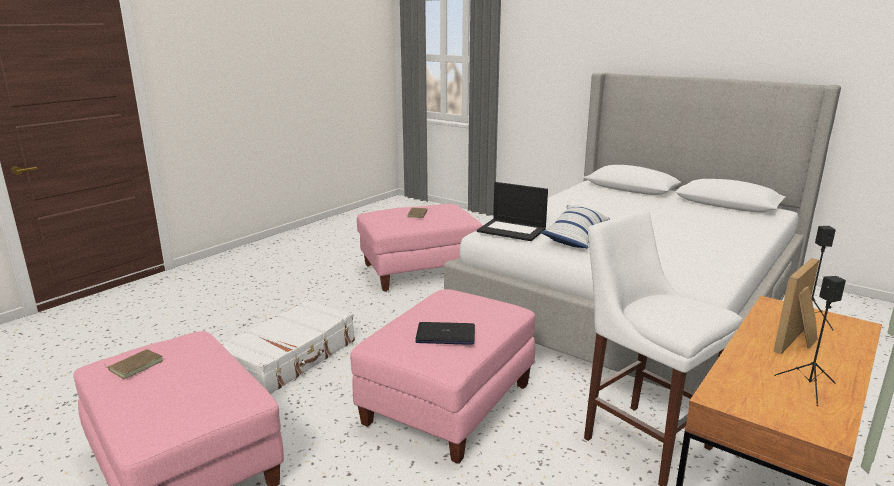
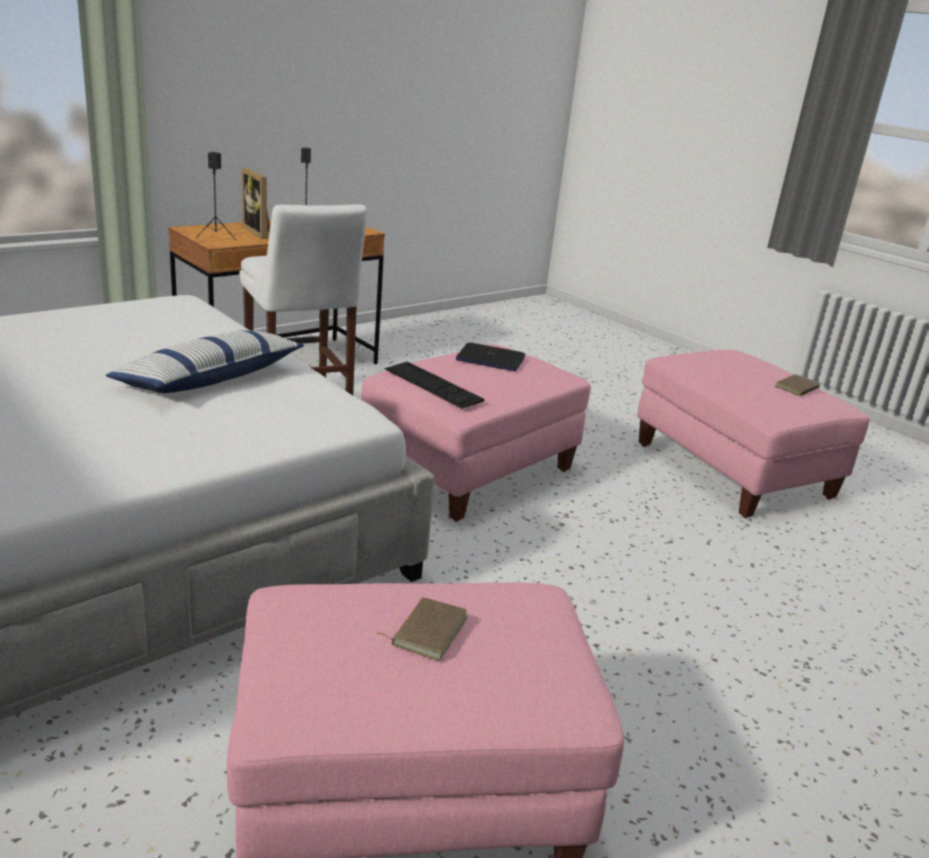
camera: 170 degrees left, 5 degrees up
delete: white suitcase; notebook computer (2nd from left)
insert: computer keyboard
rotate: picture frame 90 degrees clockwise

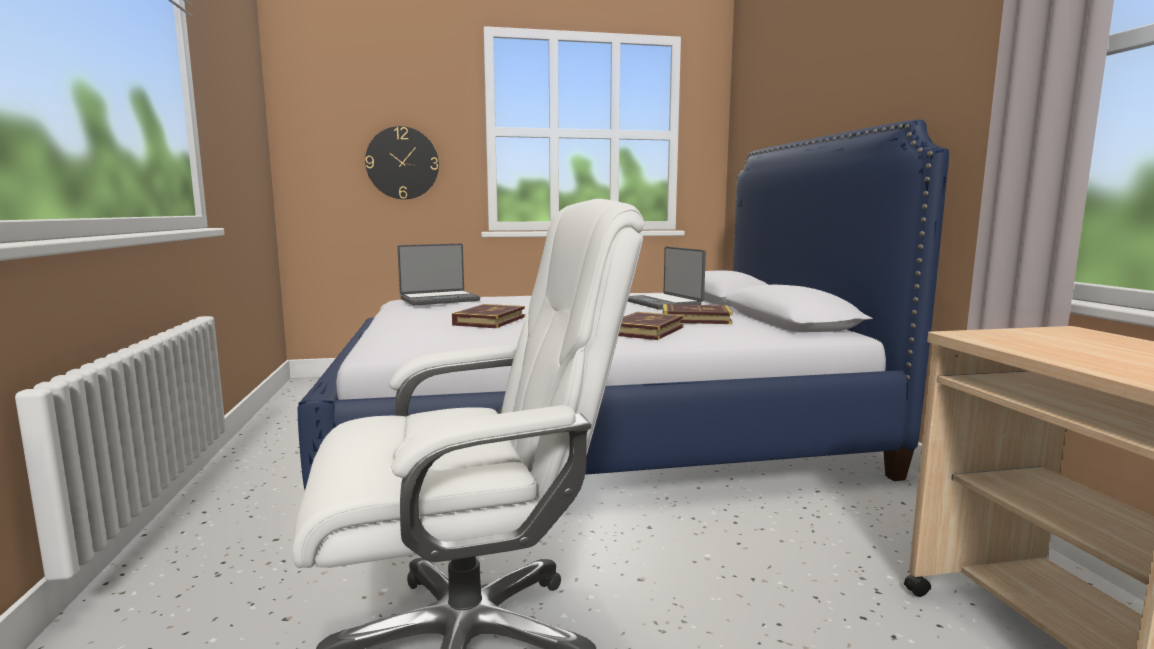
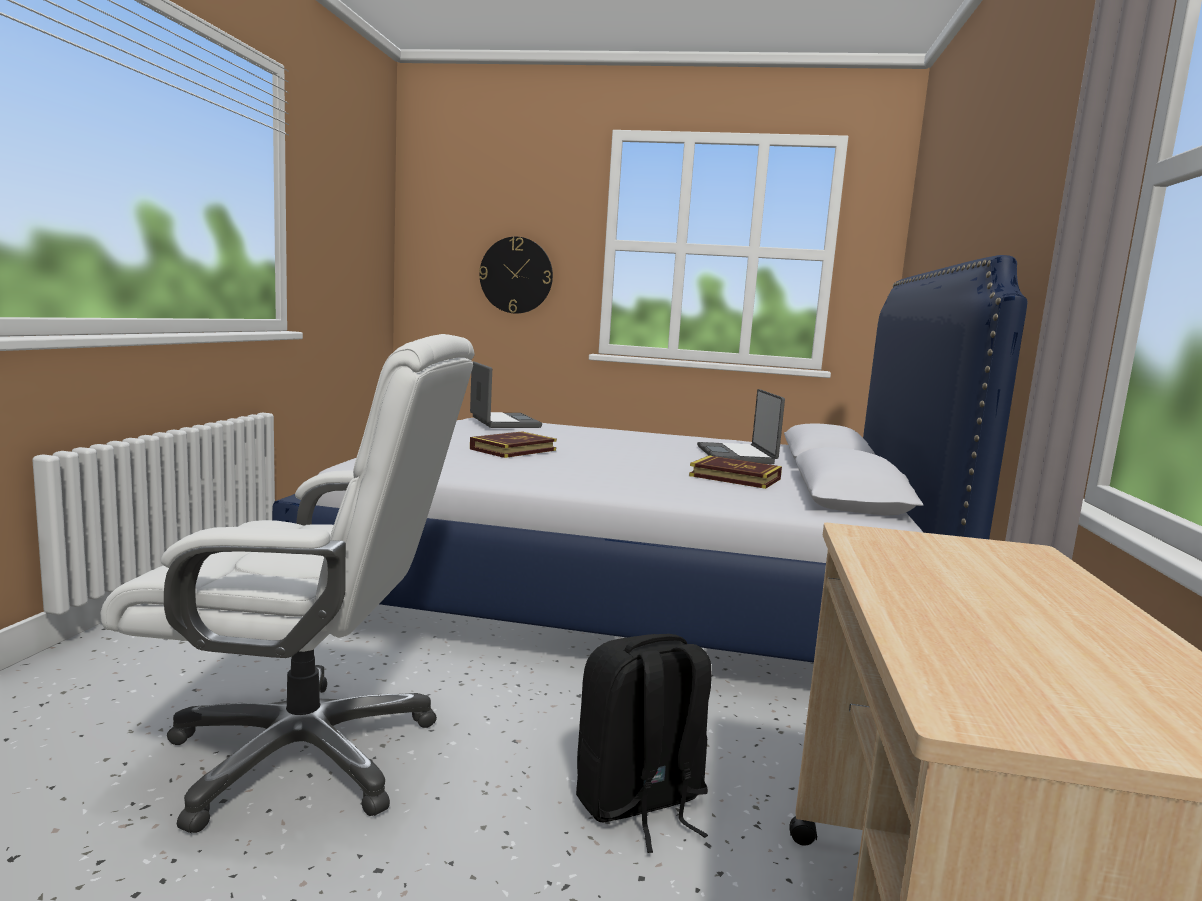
camera: 20 degrees right, 0 degrees up
delete: bound book (2nd from left)
insert: black-coloured knapsack
rotate: notebook computer (1st from left) 105 degrees counterclockwise

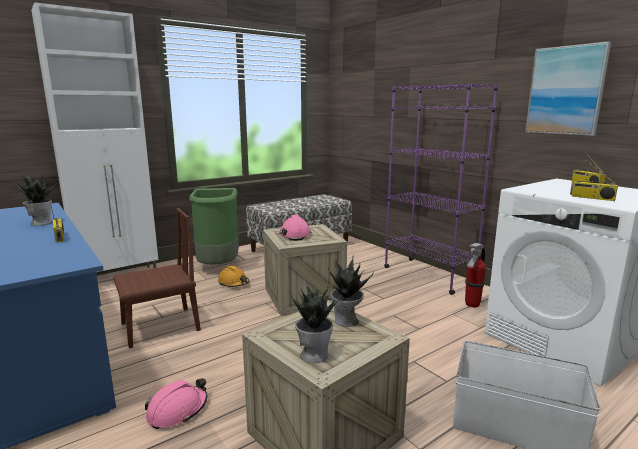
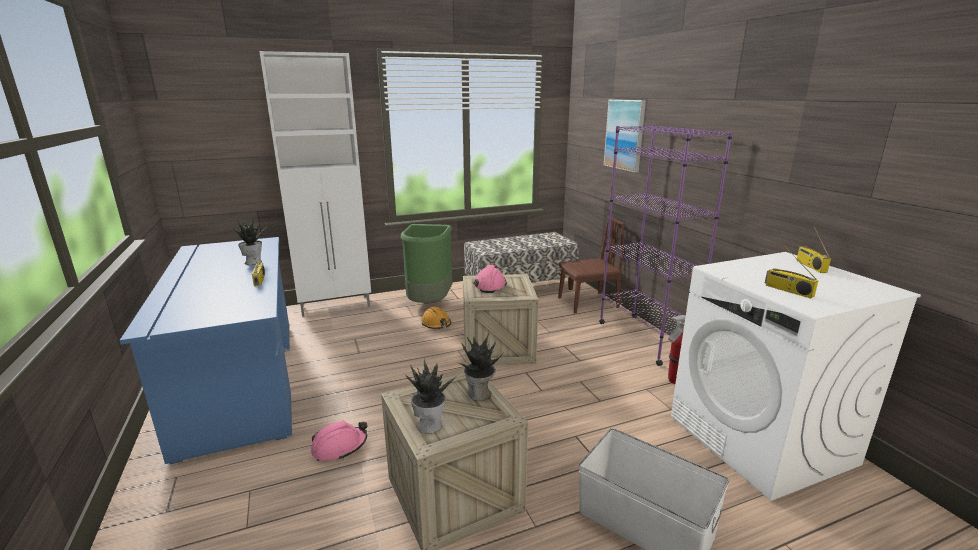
camera: 15 degrees right, 5 degrees up
move: brown upright chair; wall picture

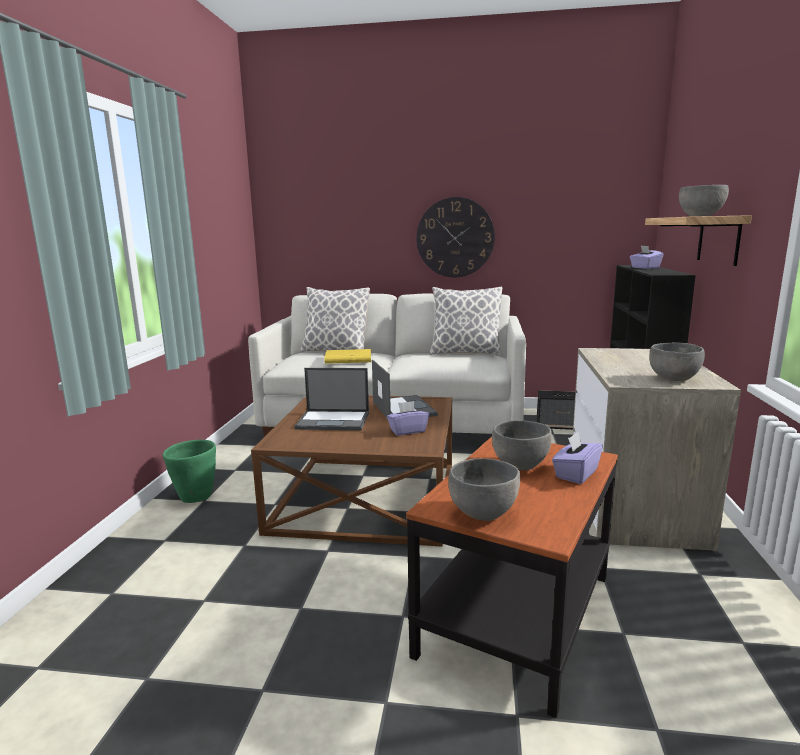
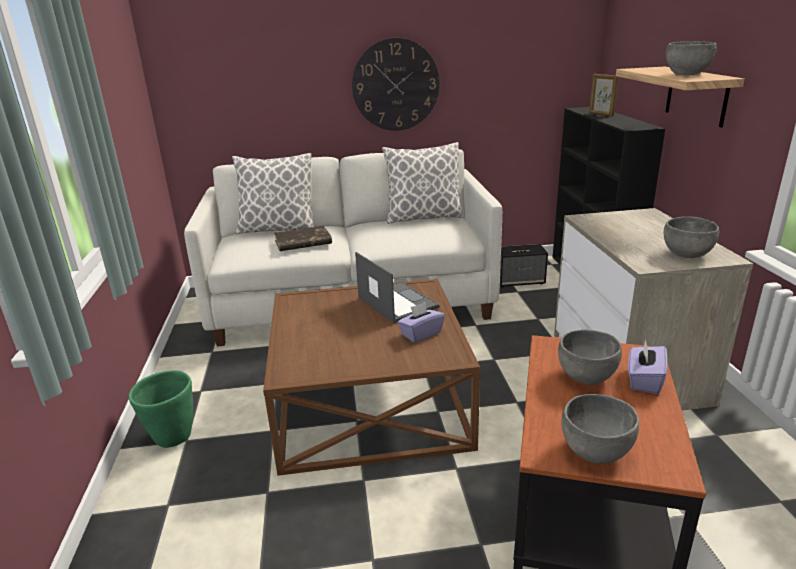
camera: 15 degrees left, 10 degrees up
delete: notebook computer (1st from left)
replace: purple tissue holder (3rd from left) to picture frame
recolor: yellow-coloured bound book to brown bound book

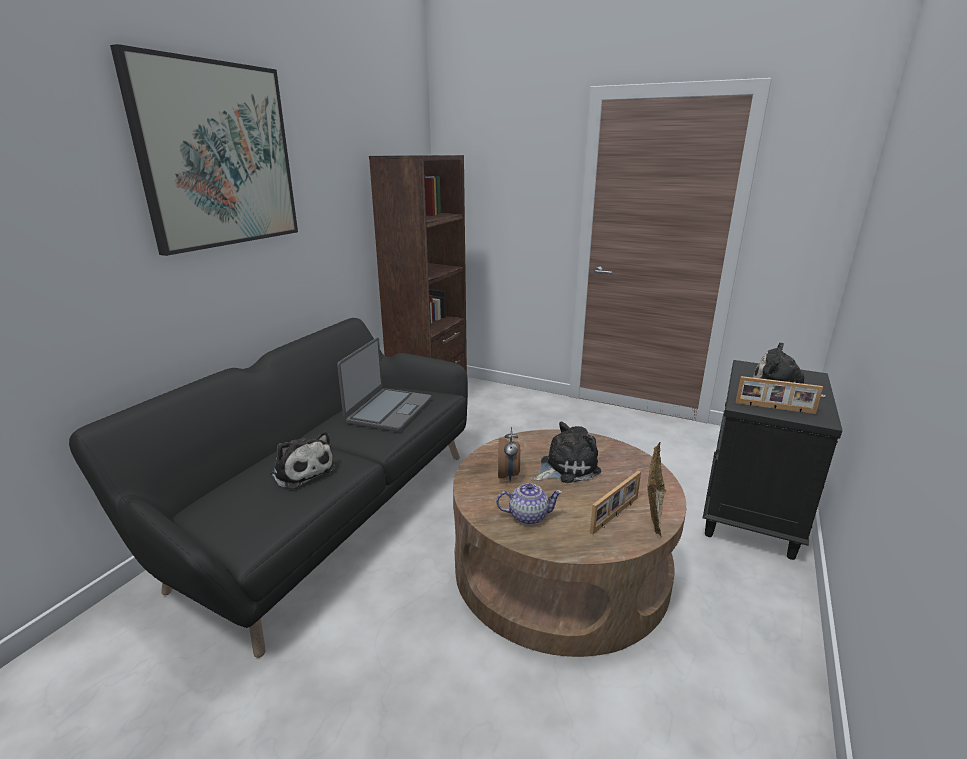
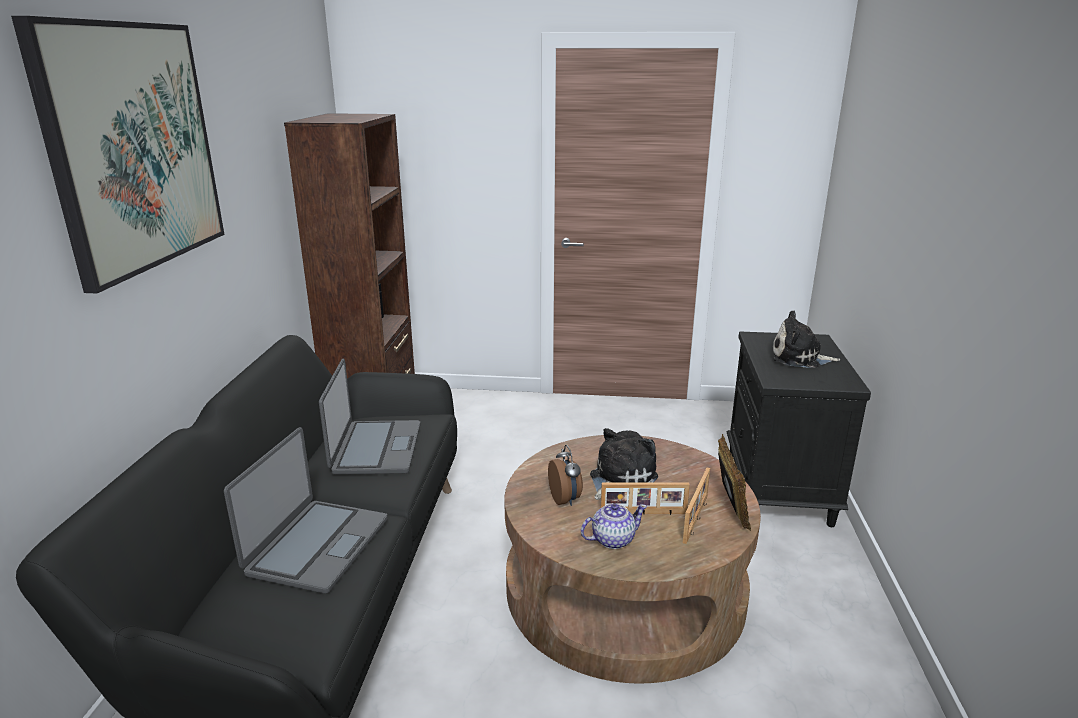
camera: 20 degrees left, 0 degrees up
move: picture frame (3rd from left in the first image) to picture frame (1st from left)
replace: soft toy (1st from left) to notebook computer (1st from left)

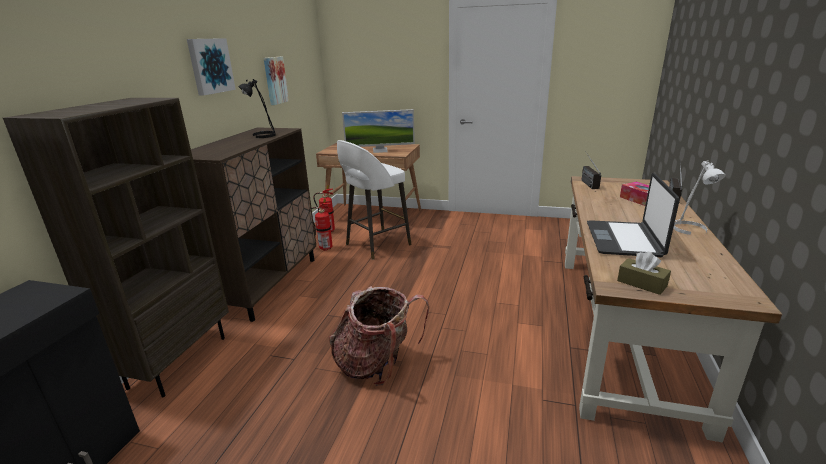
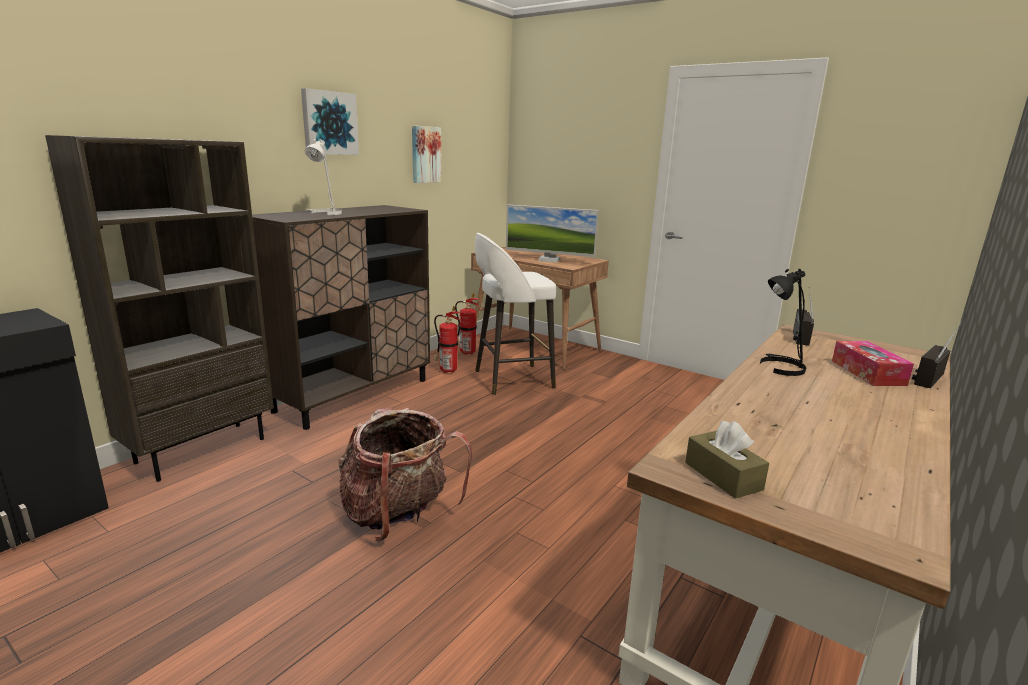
camera: 20 degrees right, 5 degrees down
delete: notebook computer
move: white table lamp; black-coloured table lamp

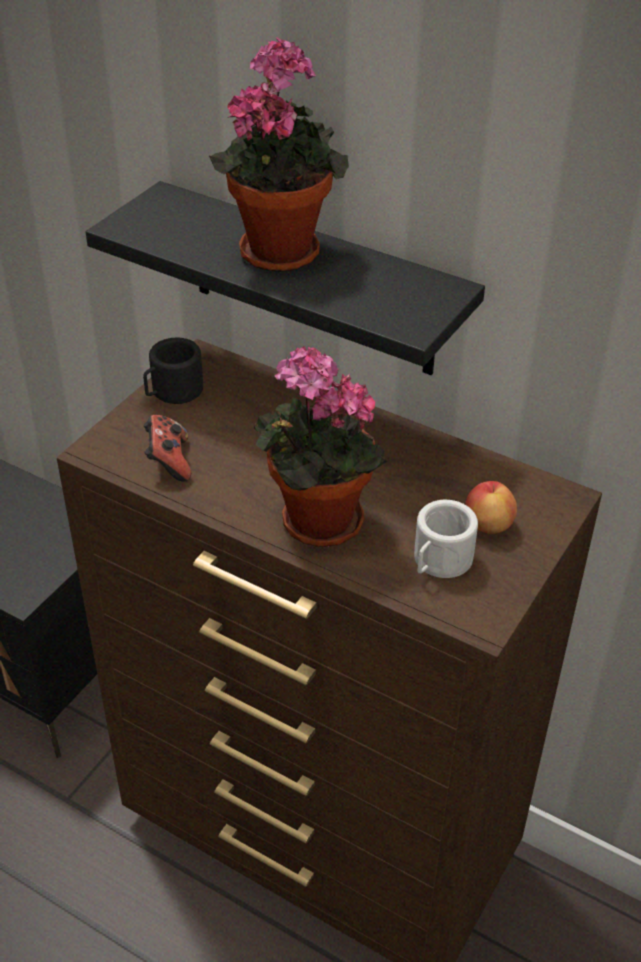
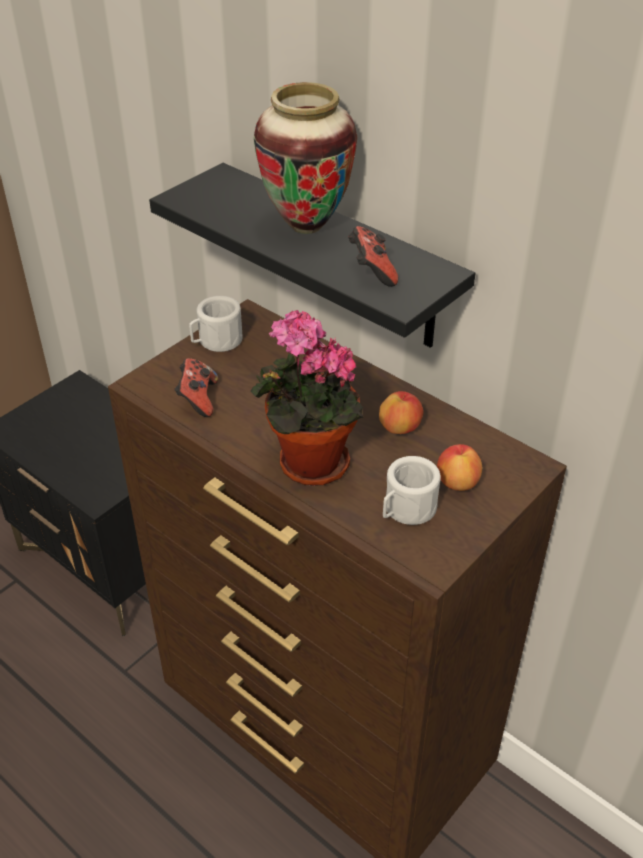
camera: 10 degrees right, 0 degrees up
insert: game controller (2nd from left); apple fruit (1st from left)
replace: plant in a pot (1st from left) to decorative vase
recolor: black-coloured coffee mug to white coffee mug (1st from left)

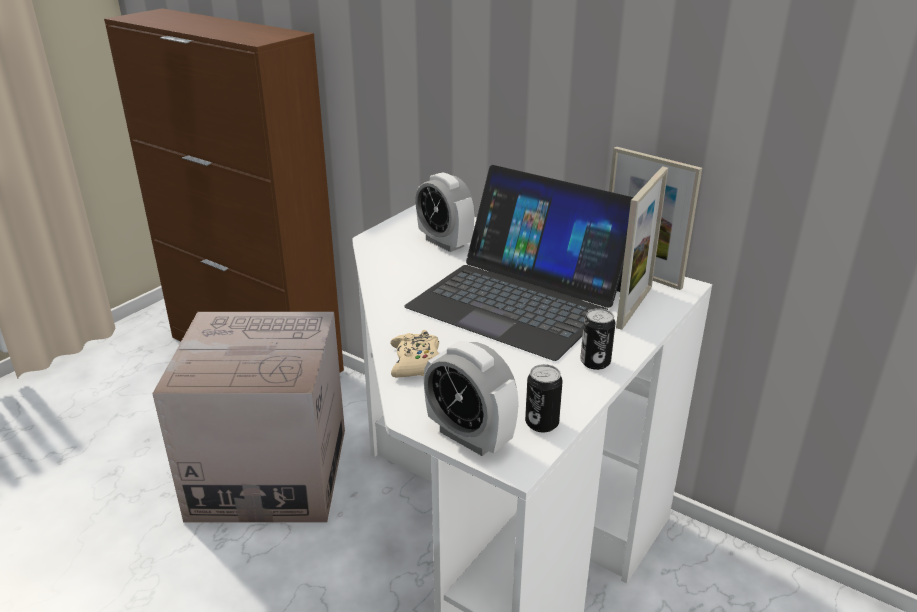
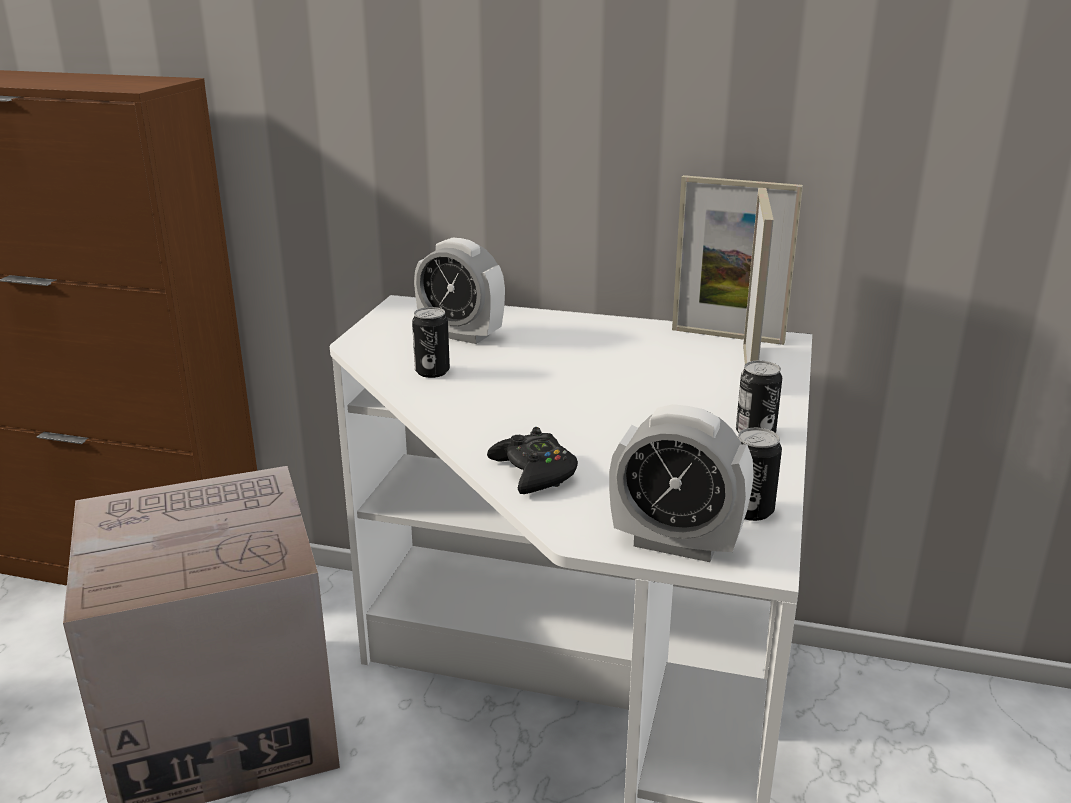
camera: 20 degrees left, 5 degrees down
delete: notebook computer
insert: can (1st from left)
recolor: beige game controller to black-coloured game controller

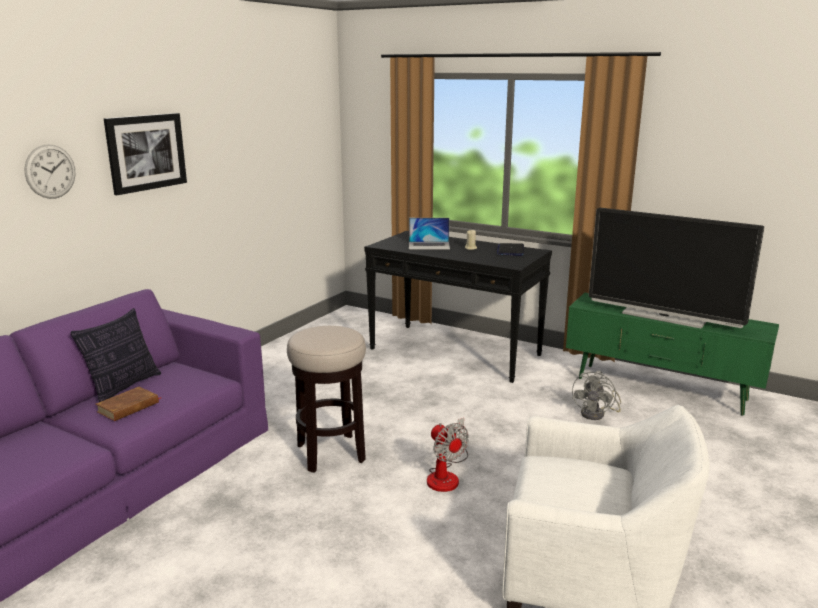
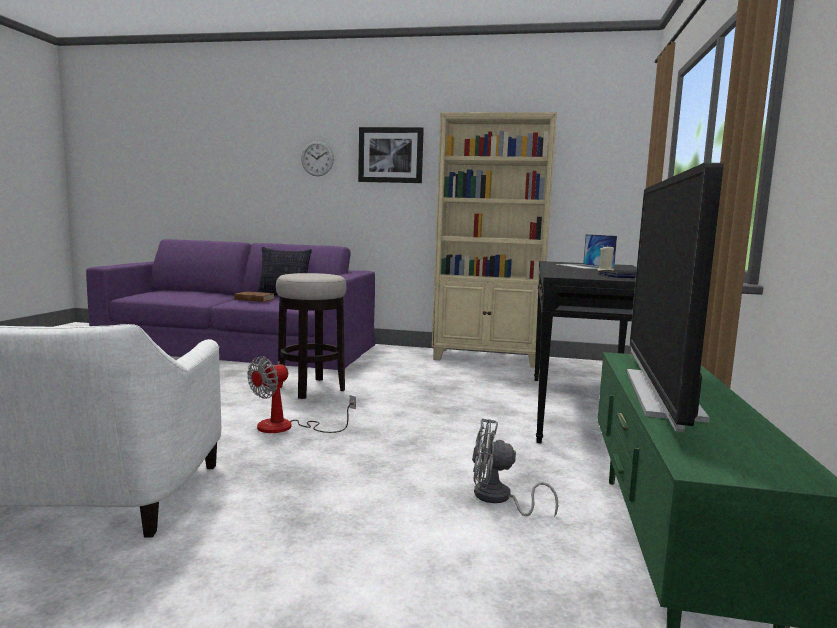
camera: 70 degrees right, 10 degrees down
insert: beige shelving unit

